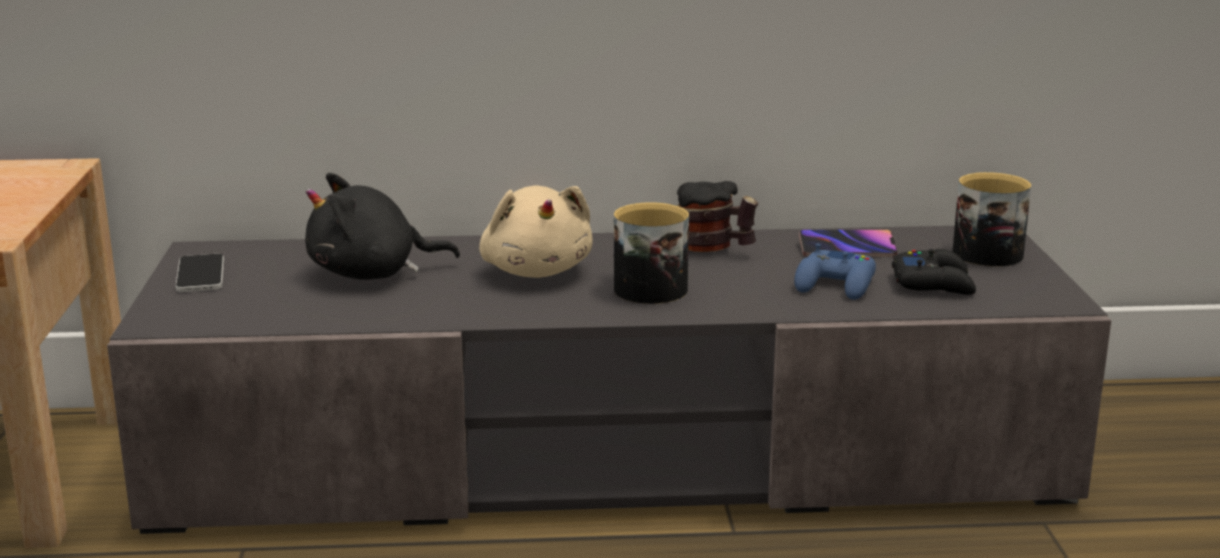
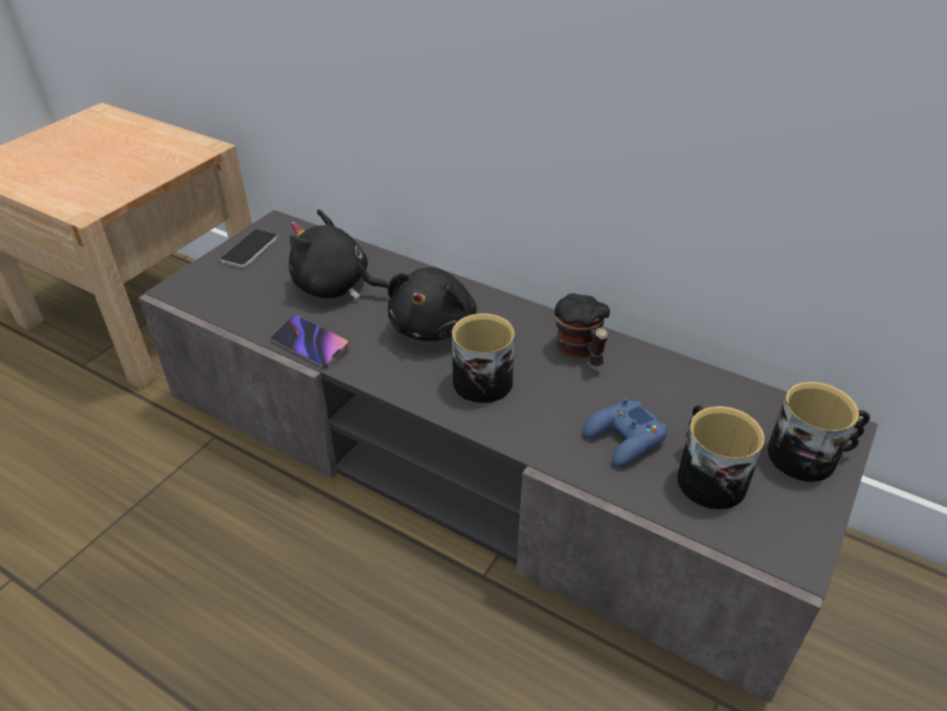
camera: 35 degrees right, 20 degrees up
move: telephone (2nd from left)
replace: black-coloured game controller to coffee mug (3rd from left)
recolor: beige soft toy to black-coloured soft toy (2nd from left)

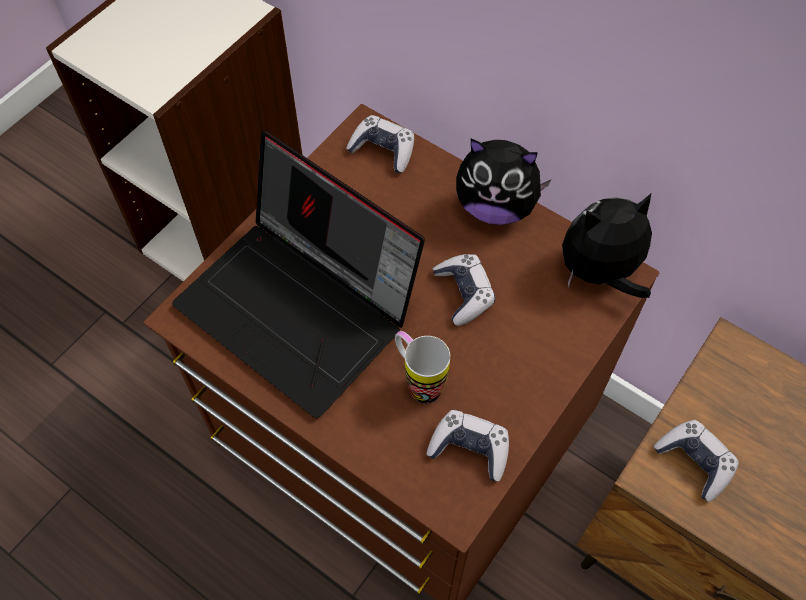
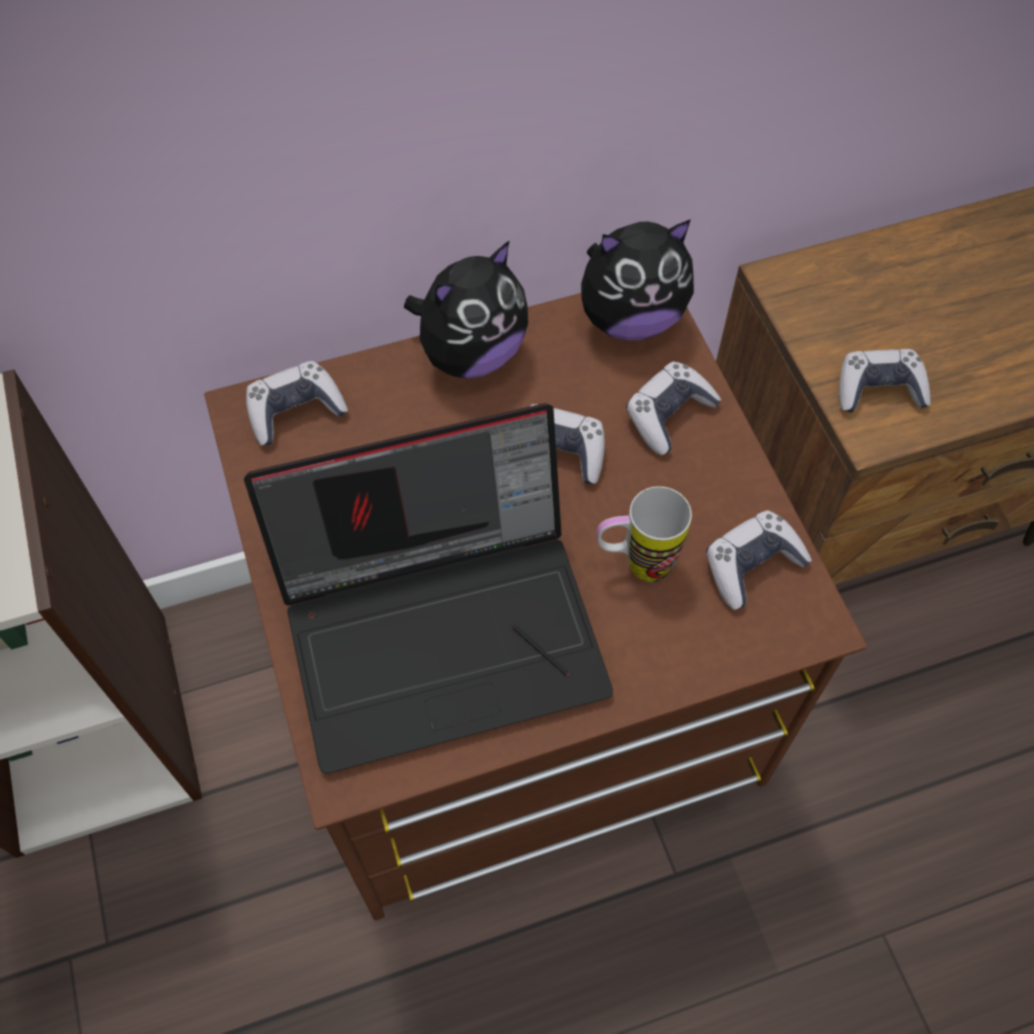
camera: 55 degrees left, 0 degrees up
insert: game controller (3rd from left)
rotate: soft toy (2nd from left) 120 degrees counterclockwise

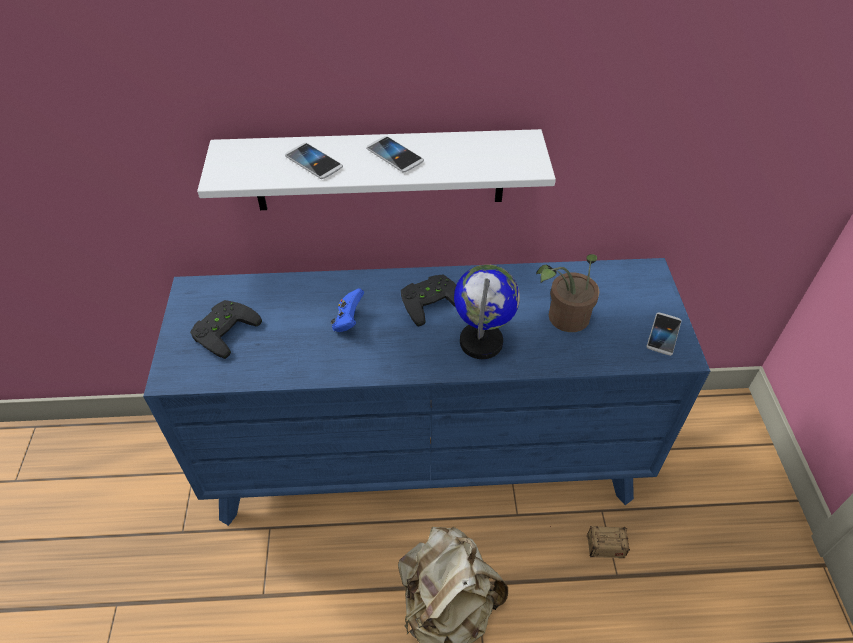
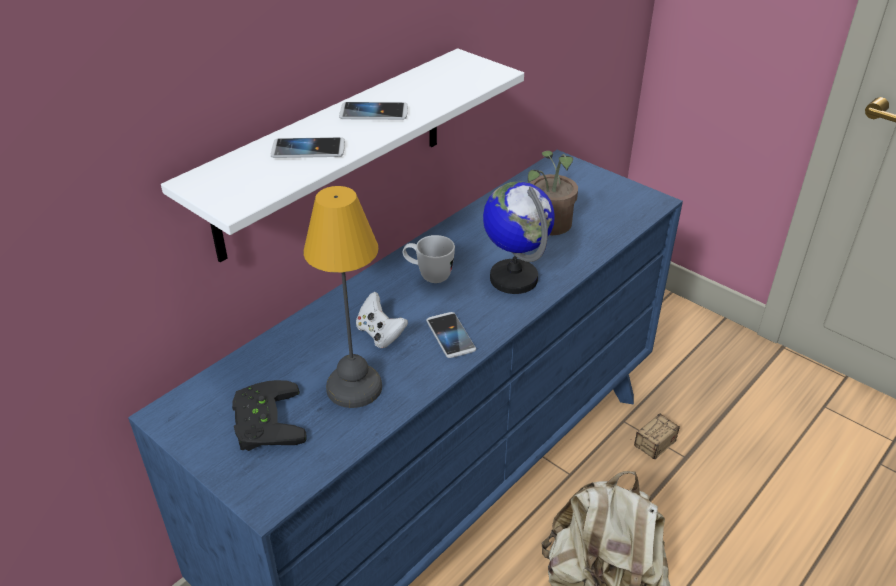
camera: 45 degrees left, 10 degrees down
insert: table lamp
move: telephone (3rd from left)
replace: black-coloured game controller (2nd from left) to white coffee mug
recolor: blue game controller to white game controller

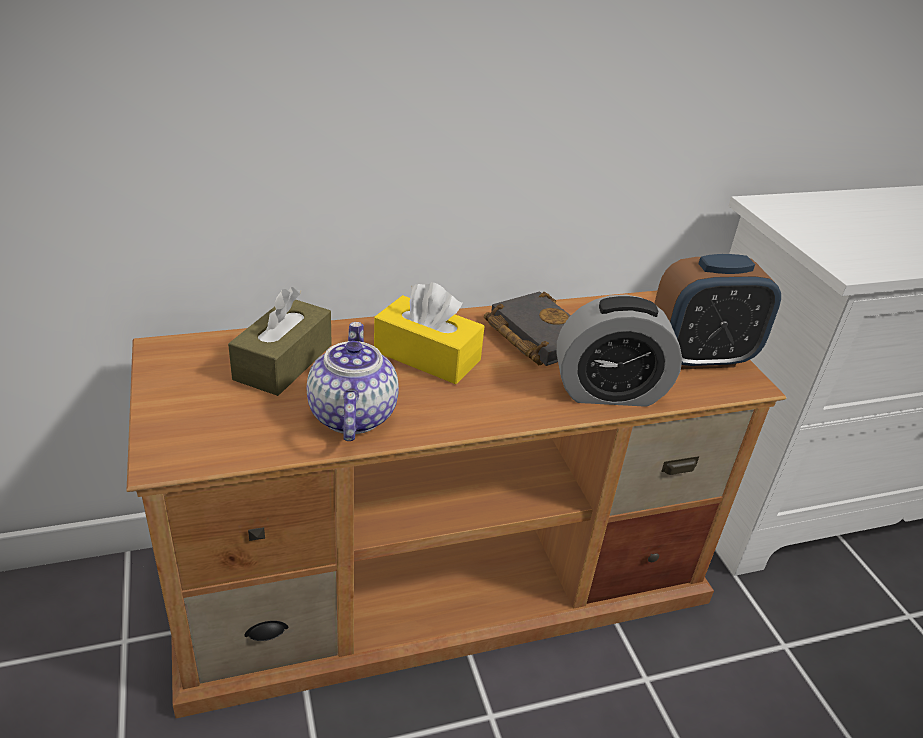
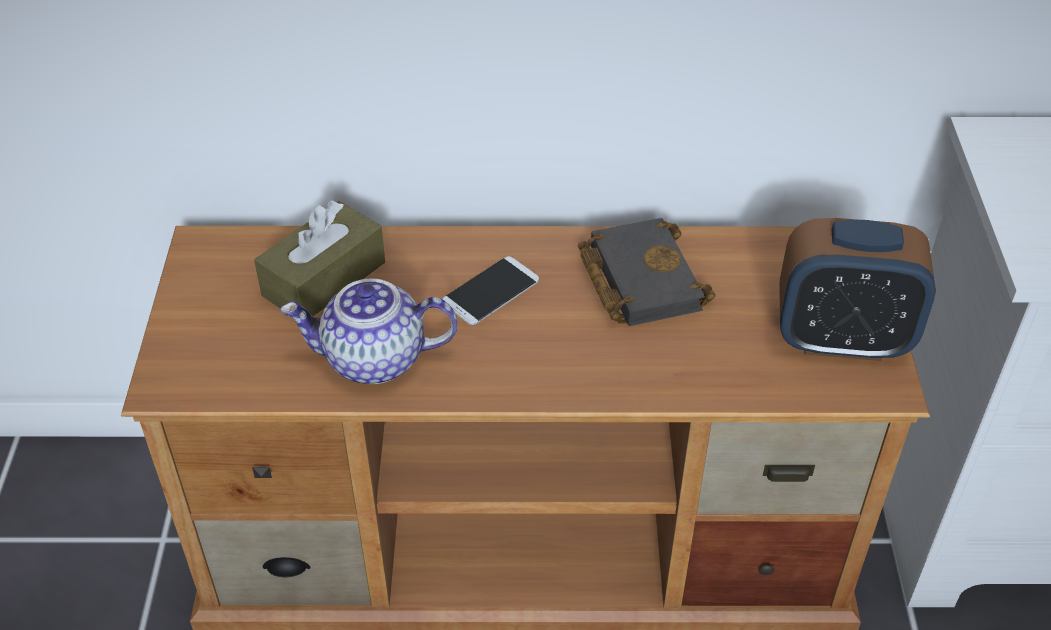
camera: 20 degrees right, 10 degrees up
delete: table clock (1st from left)
replace: yellow-coloured tissue holder to telephone
rotate: teapot 105 degrees counterclockwise

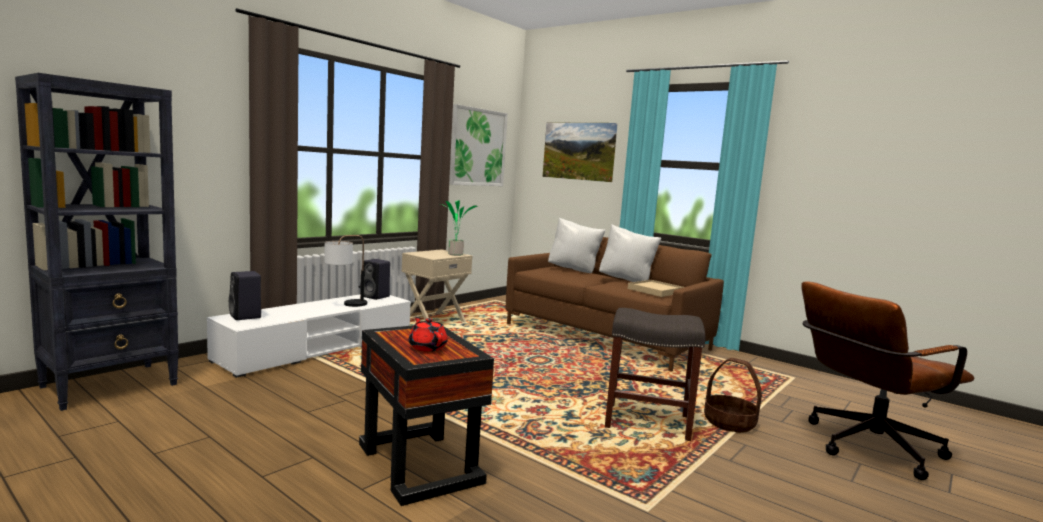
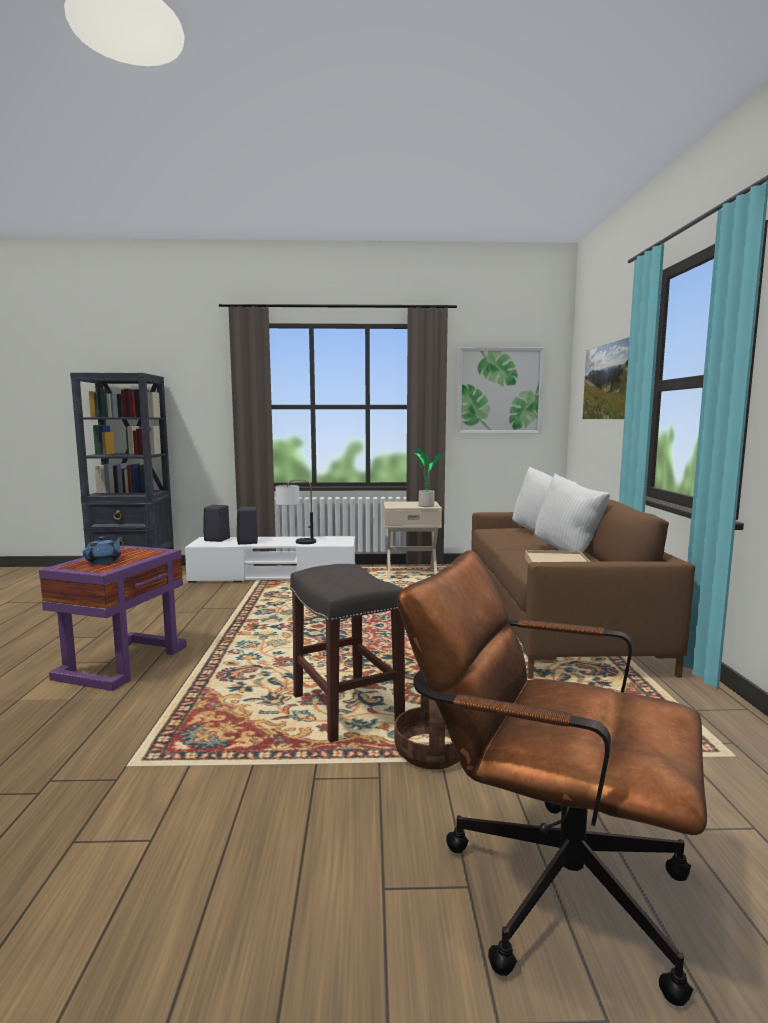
camera: 50 degrees right, 0 degrees up
move: black-coloured loudspeaker (2nd from left)
recolor: black-coloured end table to purple end table; reddish teapot to blue teapot

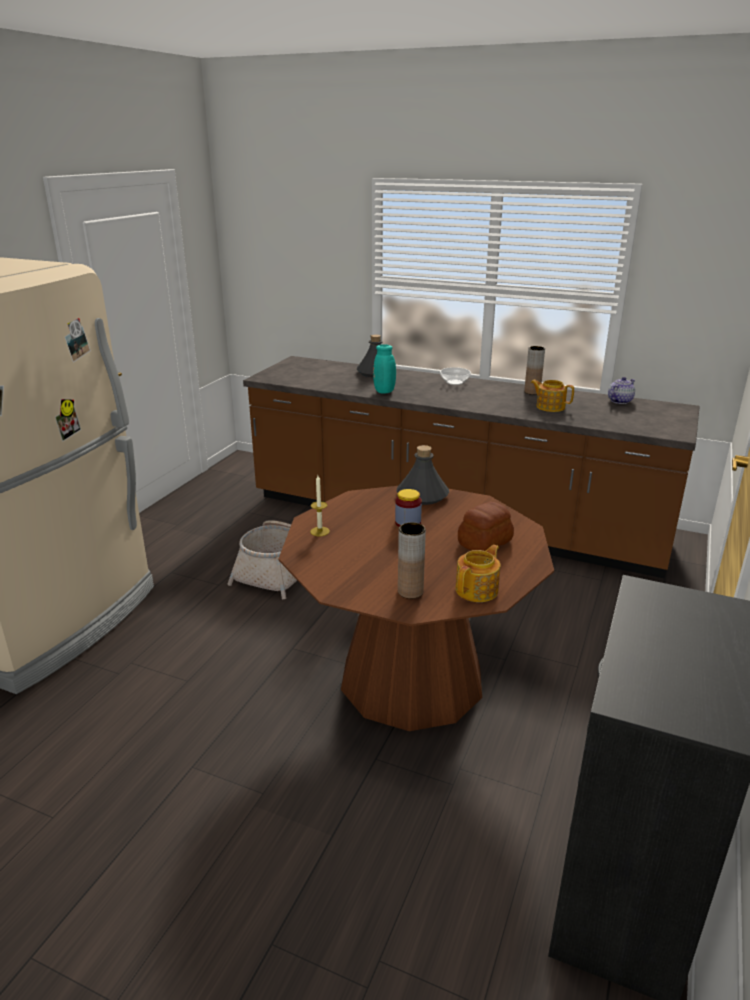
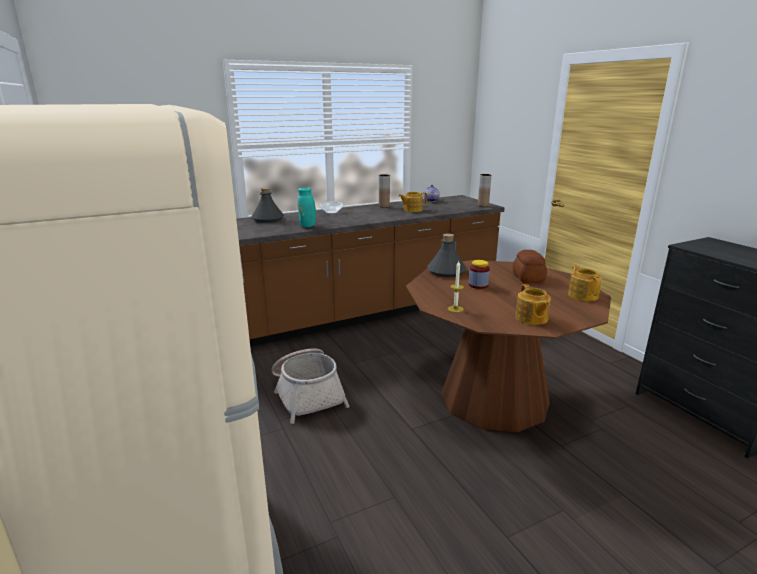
camera: 50 degrees left, 5 degrees down
insert: teapot (3rd from left)
move: brown decorative vase (1st from left in the first image) to brown decorative vase (2nd from left)

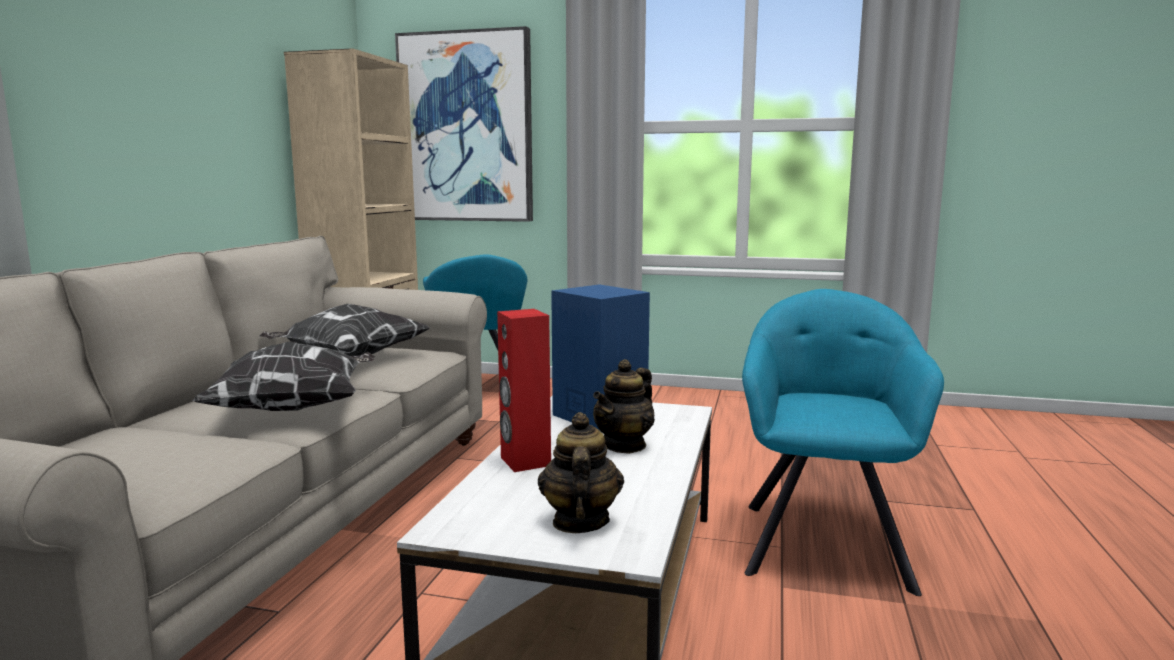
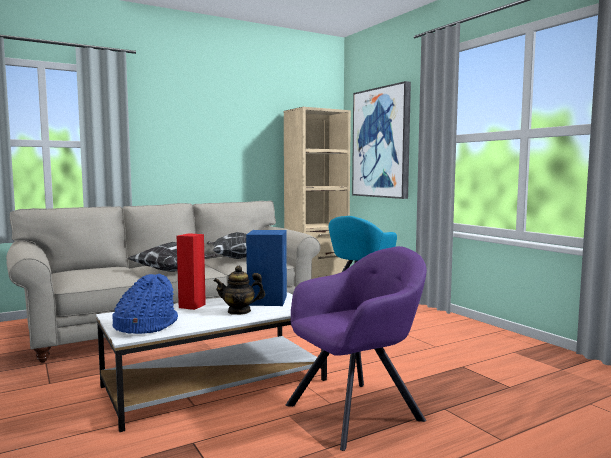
camera: 45 degrees right, 5 degrees down
replace: teapot (1st from left) to blue hat
recolor: blue-green easy chair (2nd from left) to purple easy chair

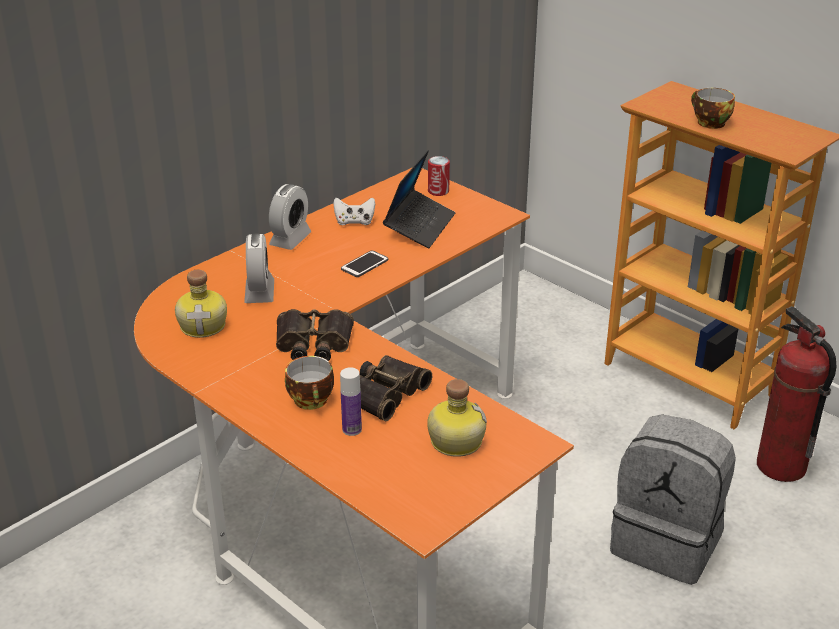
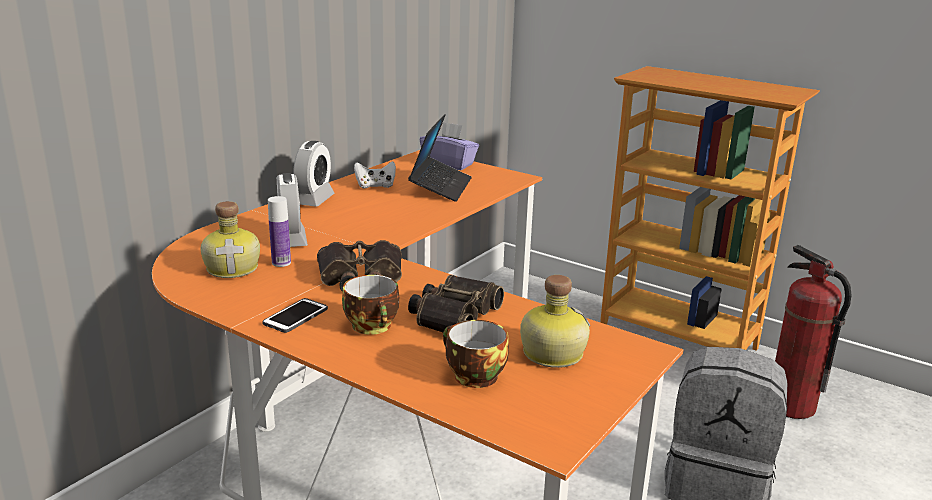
camera: 10 degrees left, 10 degrees down
move: telephone; drink bottle (2nd from left); cup (2nd from left)
replace: can to purple tissue holder

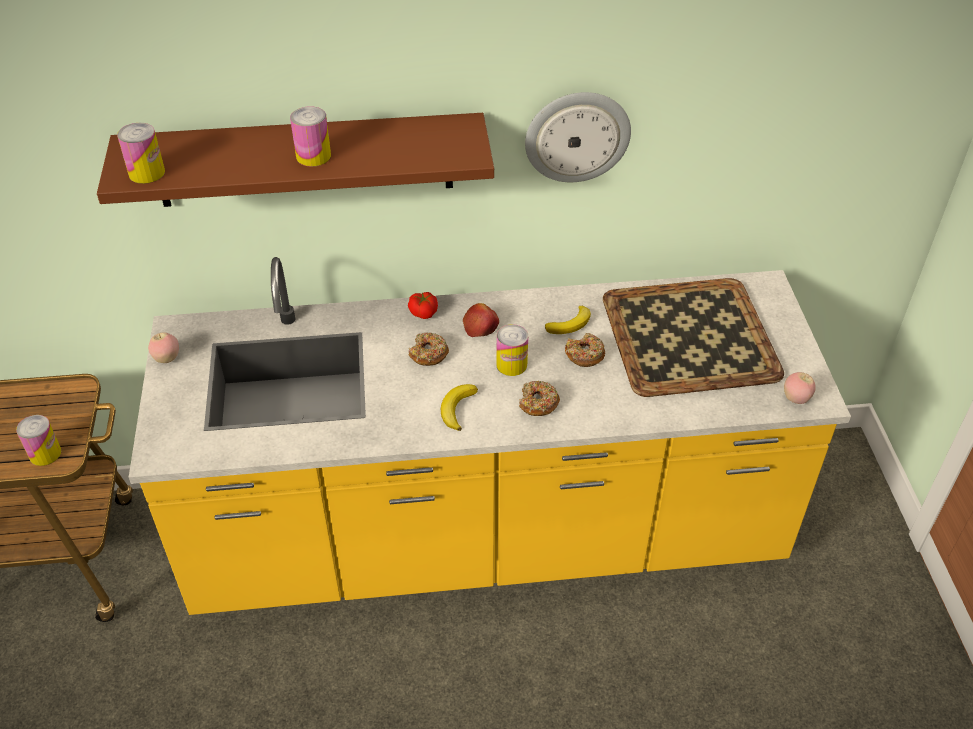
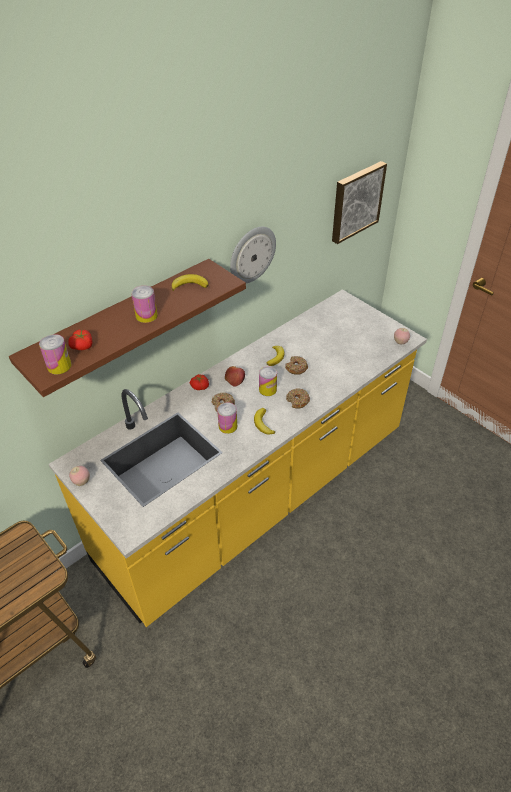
camera: 35 degrees left, 0 degrees up
delete: carrying tray
insert: tomato (1st from left); whole banana (1st from left); wall picture
move: can (1st from left in the first image) to can (3rd from left)

